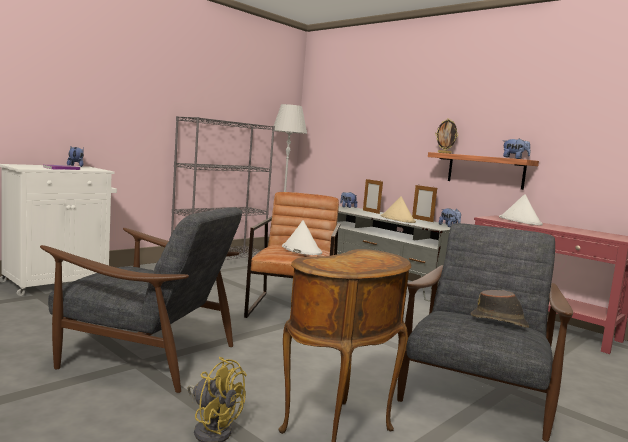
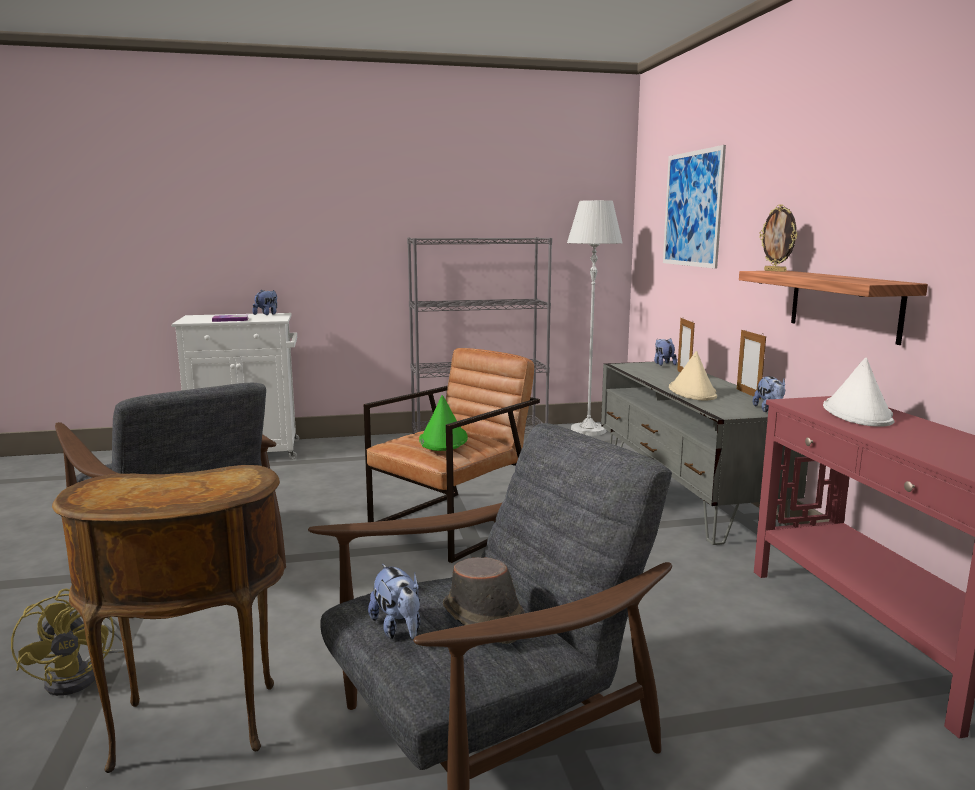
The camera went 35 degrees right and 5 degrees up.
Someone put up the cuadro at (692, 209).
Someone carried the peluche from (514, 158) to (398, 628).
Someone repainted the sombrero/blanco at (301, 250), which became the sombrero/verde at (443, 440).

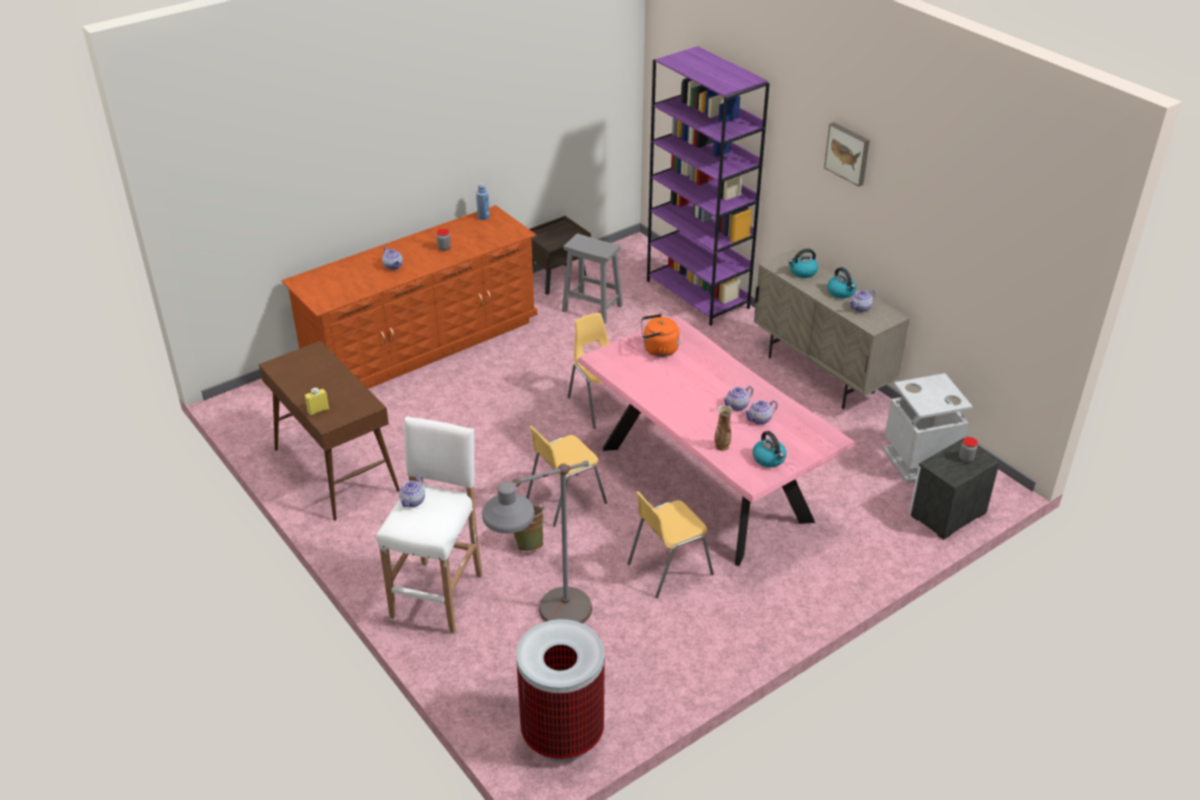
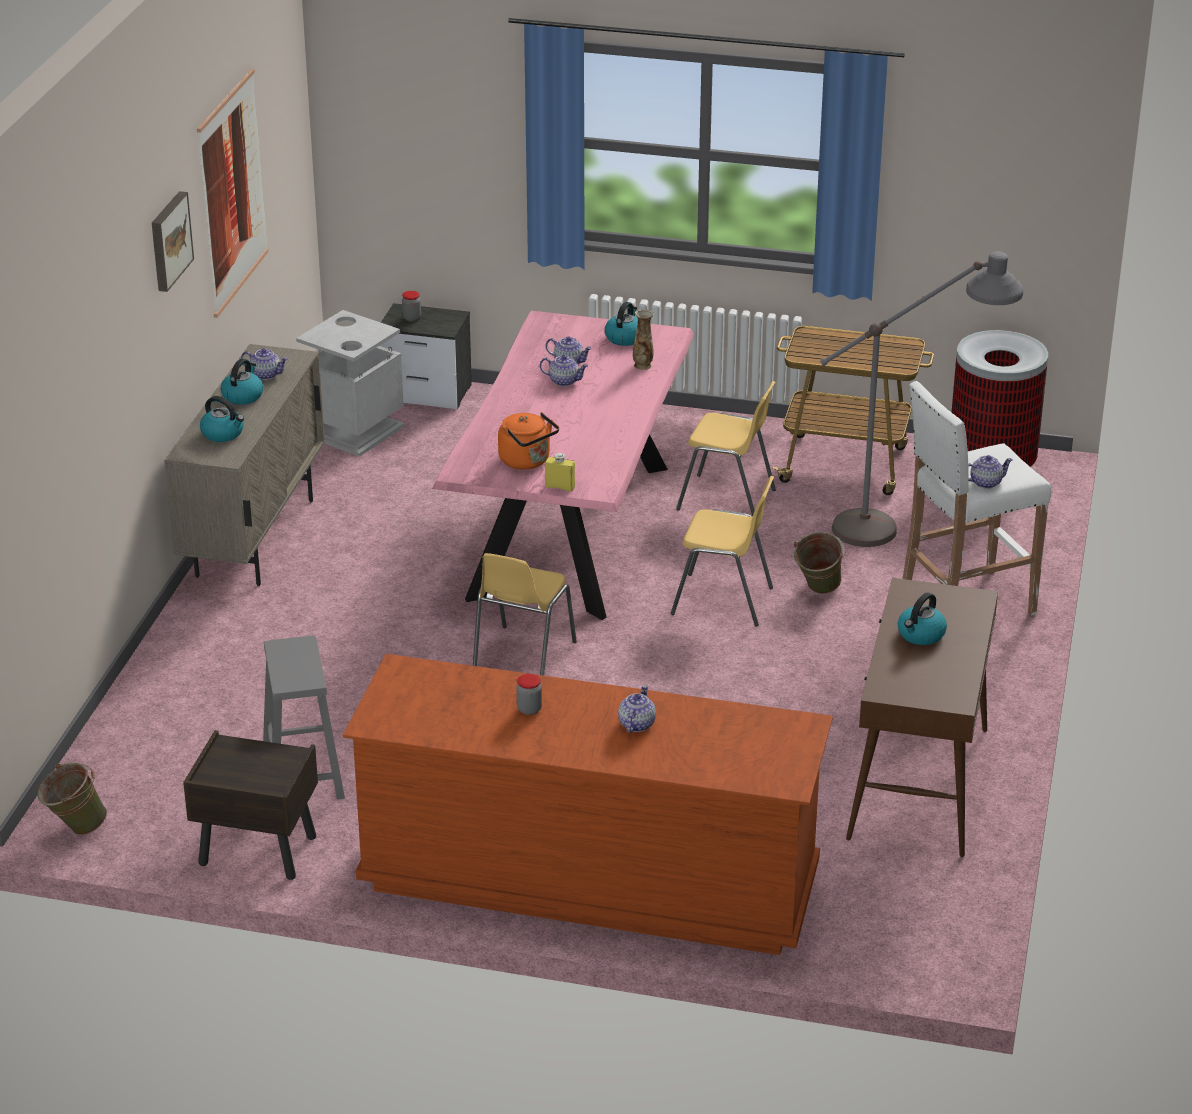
The camera went 130 degrees left and 5 degrees down.
Someone took away the botella/azul at (483, 217).
Someone took away the estantería/morado at (698, 294).
Someone put down the cubo/verde at (74, 828).
Someone put up the cuadro at (232, 192).
Someone put down the carrito at (847, 465).
Someone put down the hervidor at (921, 635).
Someone carried the botella/amarillo from (318, 410) to (560, 487).

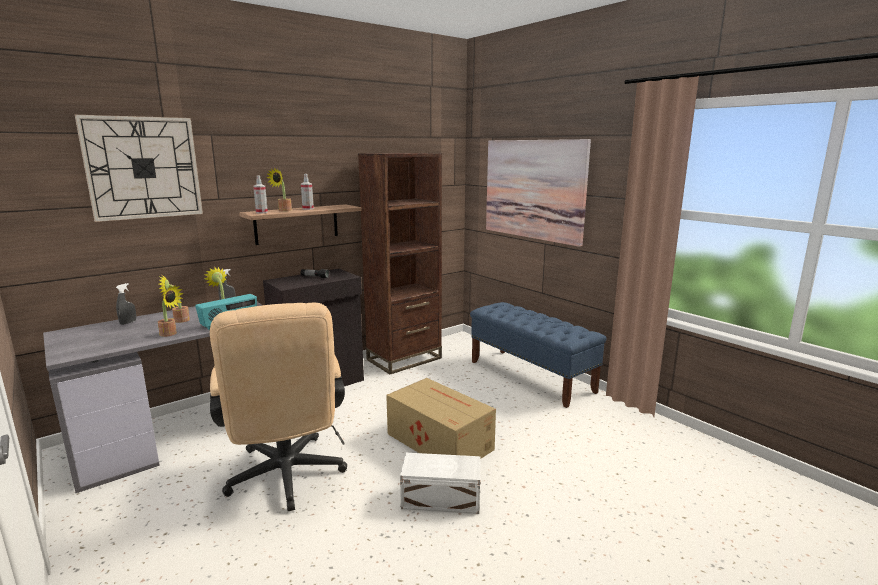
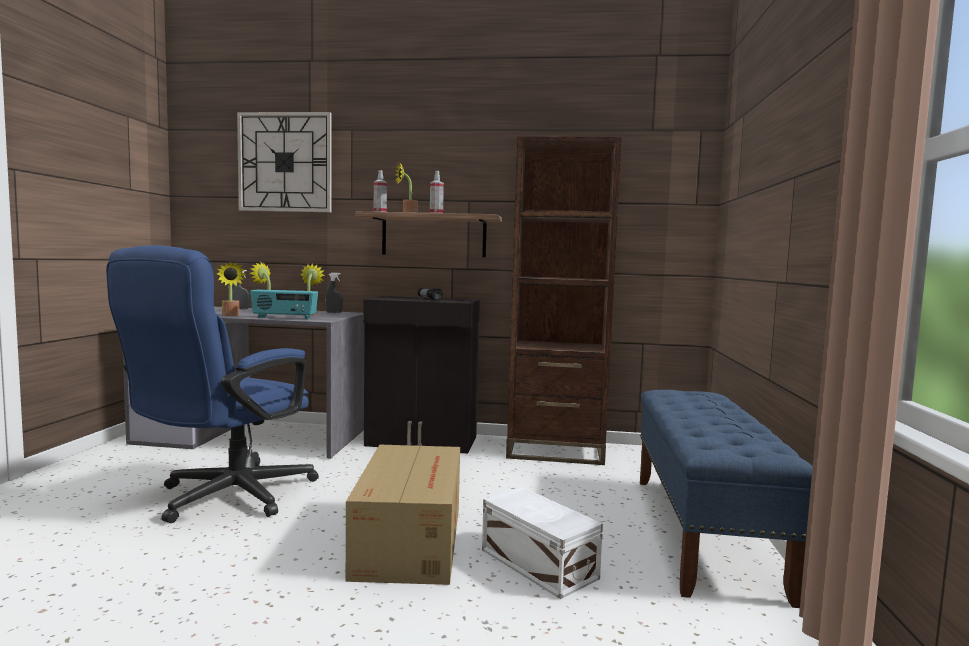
The camera went 45 degrees right and 10 degrees down.
Someone took away the cuadro at (533, 189).
Someone carried the caja de almacenaje/blanco from (442, 499) to (538, 565).
Someone repainted the silla de oficina/beis at (286, 479), which became the silla de oficina/azul at (223, 498).

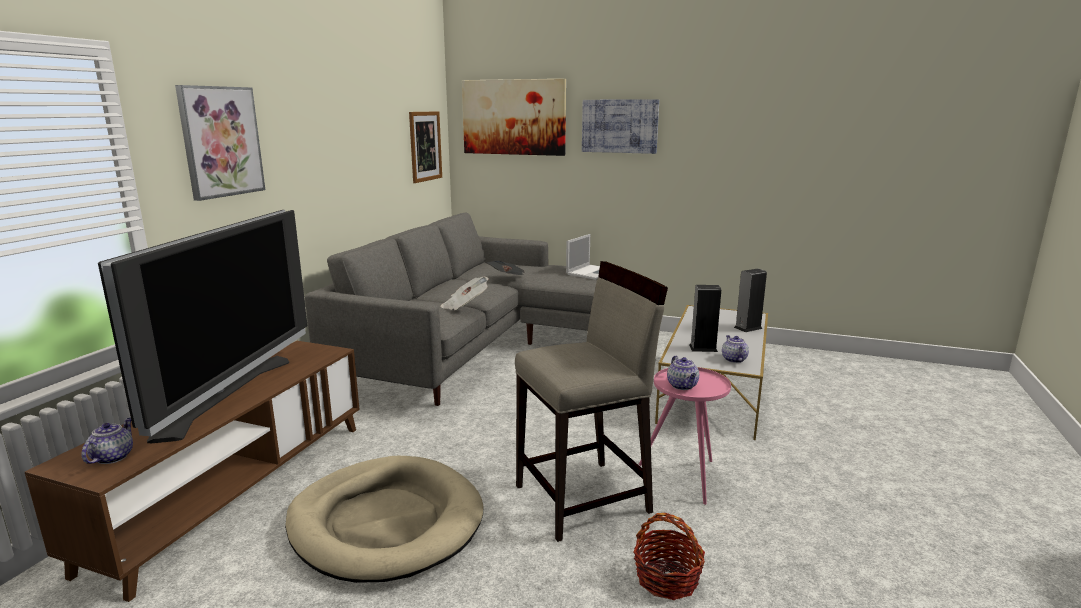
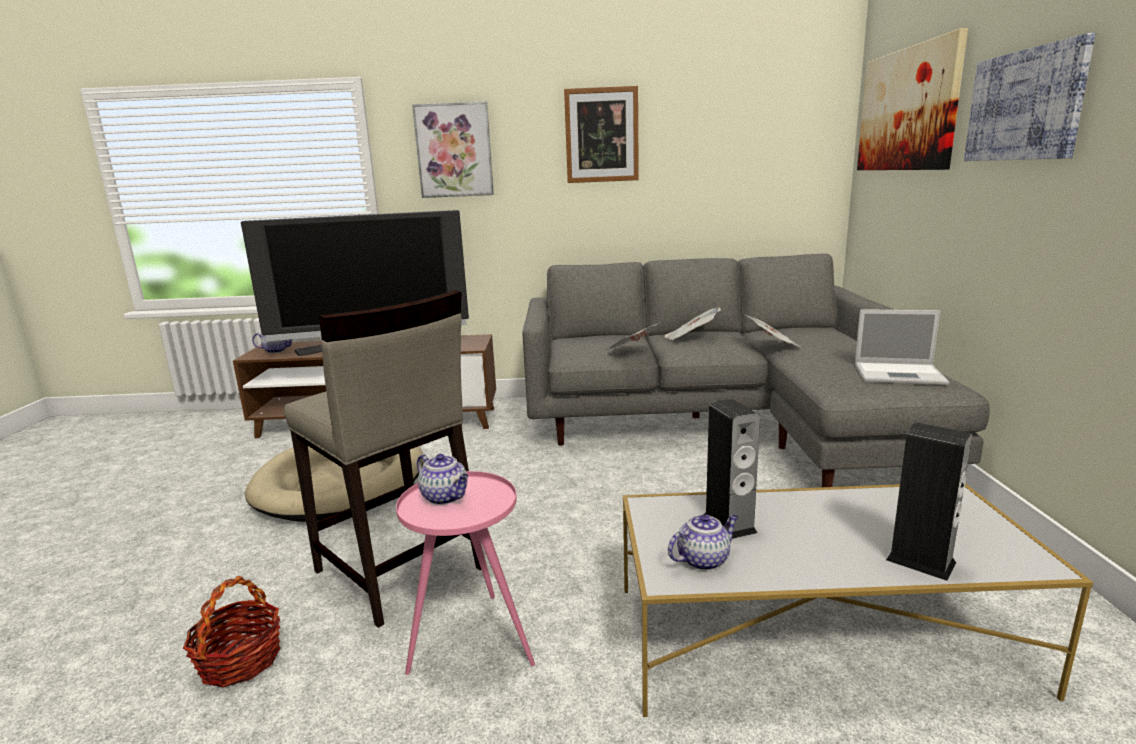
The camera went 70 degrees right and 0 degrees up.
Someone put down the periódico at (690, 338).
Someone carried the cuadro from (425, 146) to (601, 135).
Someone rotated the tetera at (683, 386) by 105 degrees counterclockwise.

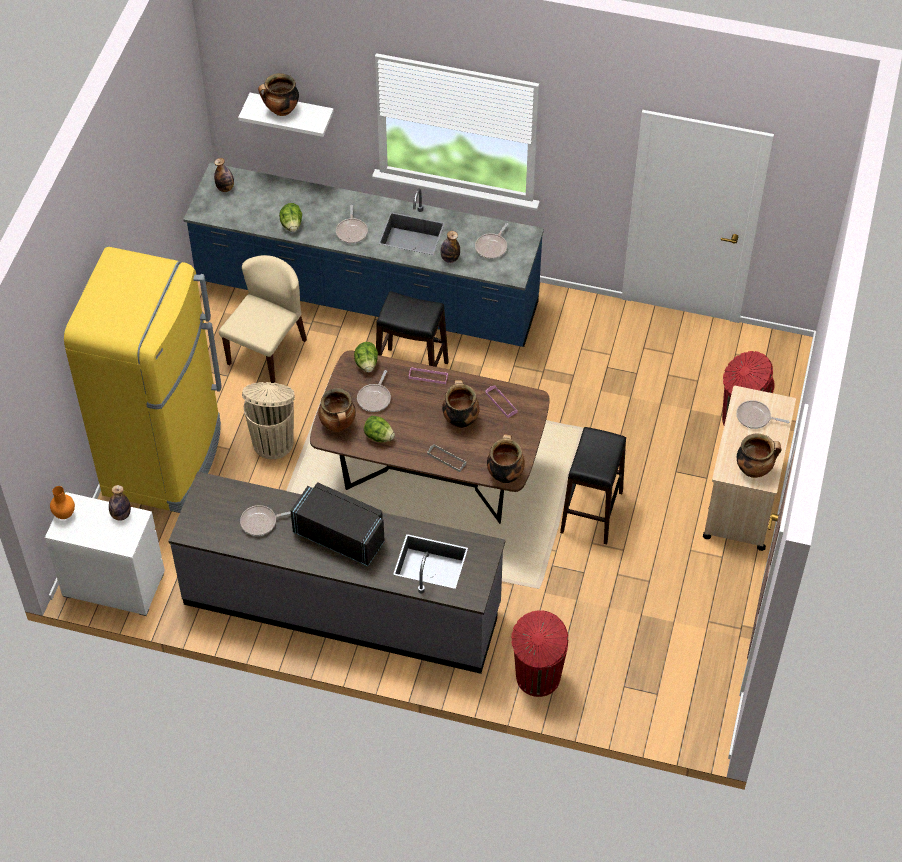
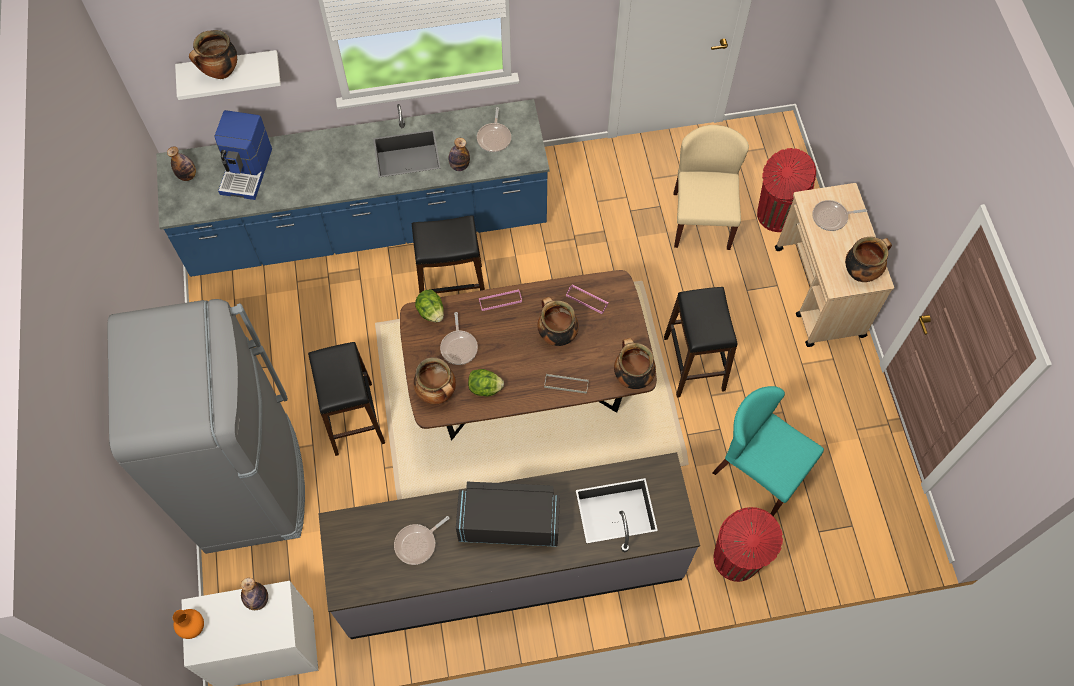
The camera went 25 degrees left and 10 degrees up.
Someone took away the lechuga at (291, 225).
Someone took away the sartén at (352, 231).
Someone put down the cafetera at (247, 170).
Someone put down the silla/turquesa at (758, 471).
Someone carried the silla/beis from (267, 351) to (701, 220).
Someone swapped the papelera/beis at (273, 441) for the taburete/negro at (353, 418).
Someone repainted the nevera/amarillo at (164, 459), which became the nevera/gris at (251, 484).

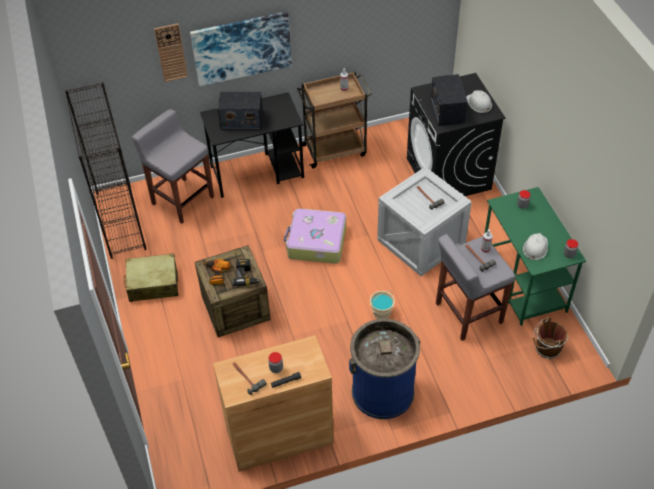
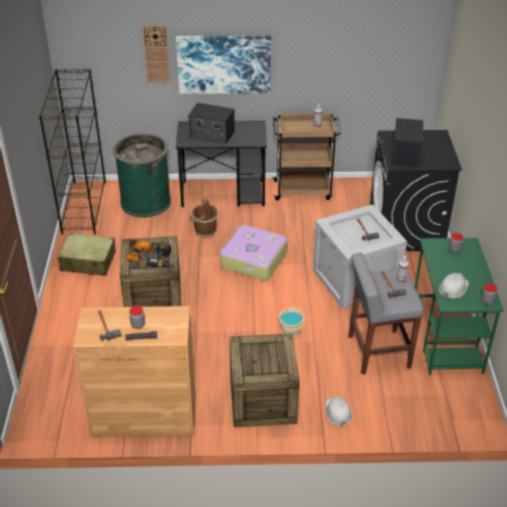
The camera went 15 degrees right and 10 degrees down.
Someone carried the casco/blanco from (479, 103) to (337, 412).
Someone carried the cubo/marrón from (546, 349) to (204, 231).
Someone swapped the taburete/gris at (182, 200) for the papelera/verde at (145, 202).
Someone swapped the papelera/azul at (383, 391) for the caja de embalaje at (263, 400).

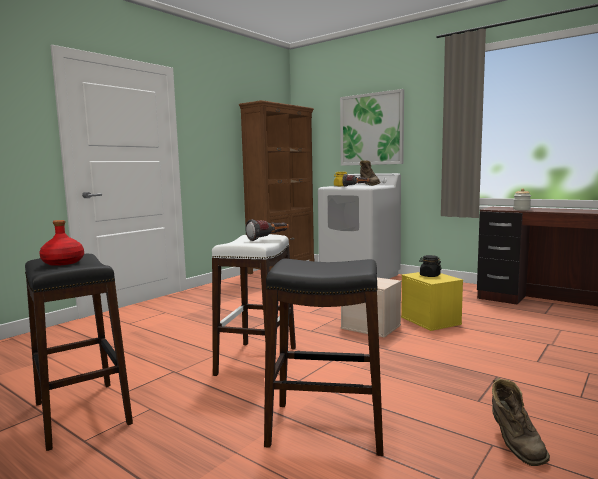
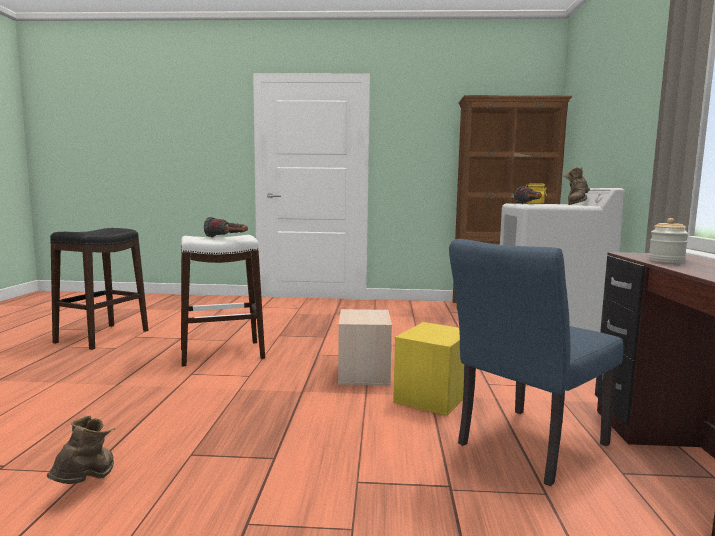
The camera went 55 degrees right and 0 degrees up.
Someone took away the botella/rojo at (63, 262).
Someone took away the taburete/negro at (326, 428).
Someone took away the cuadro at (371, 129).
Someone took away the tarro/negro at (429, 275).
Someone put down the silla/azul at (525, 447).
Someone rotated the bota/marrón at (514, 445) by 135 degrees clockwise.

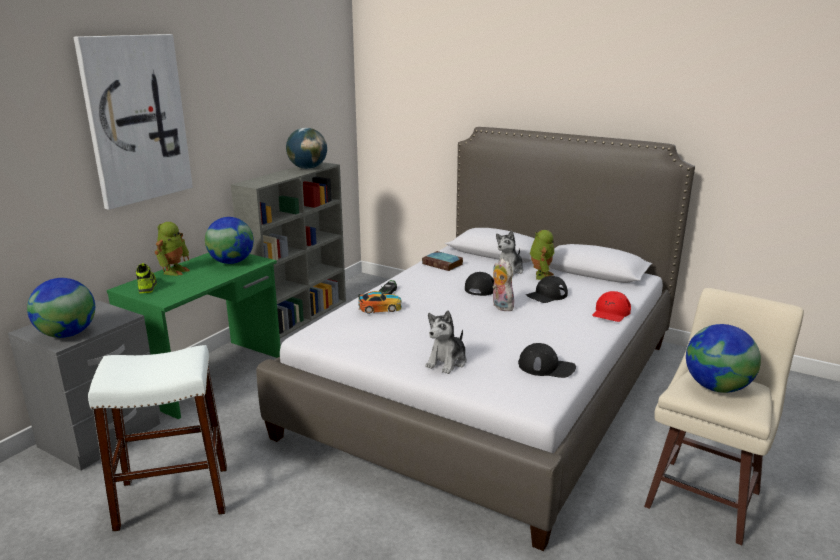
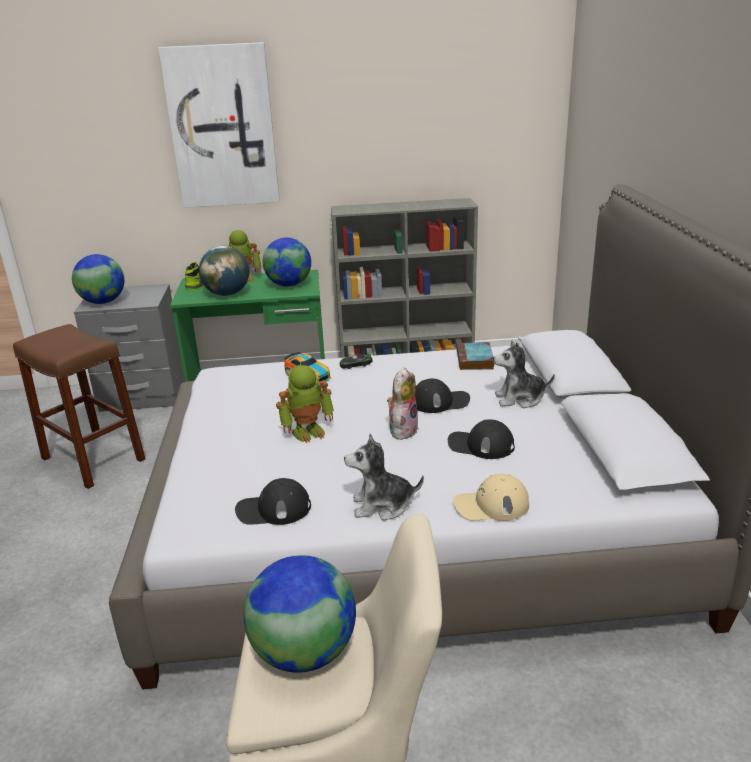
The camera went 55 degrees right and 5 degrees up.
Someone carried the globo terráqueo from (307, 168) to (227, 294).
Someone carried the peluche from (447, 362) to (382, 505).
Someone carried the robot de juguete from (541, 276) to (308, 431).
Someone repainted the taburete/blanco at (173, 497), which became the taburete/marrón at (93, 459).
Someone repainted the gorra/rojo at (611, 313), which became the gorra/beis at (491, 505).
Someone rotated the gorra/negro at (546, 367) by 105 degrees clockwise.

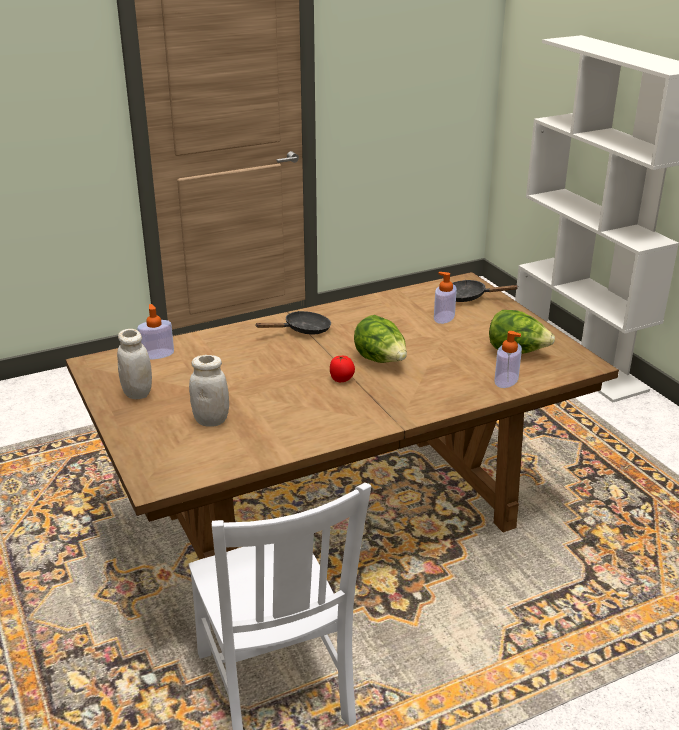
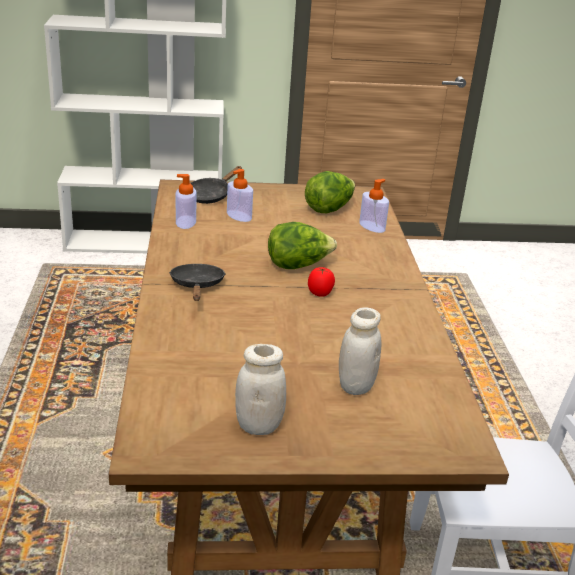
The camera went 70 degrees left and 0 degrees up.
Someone carried the dispensador de jabón from (157, 354) to (186, 222).

